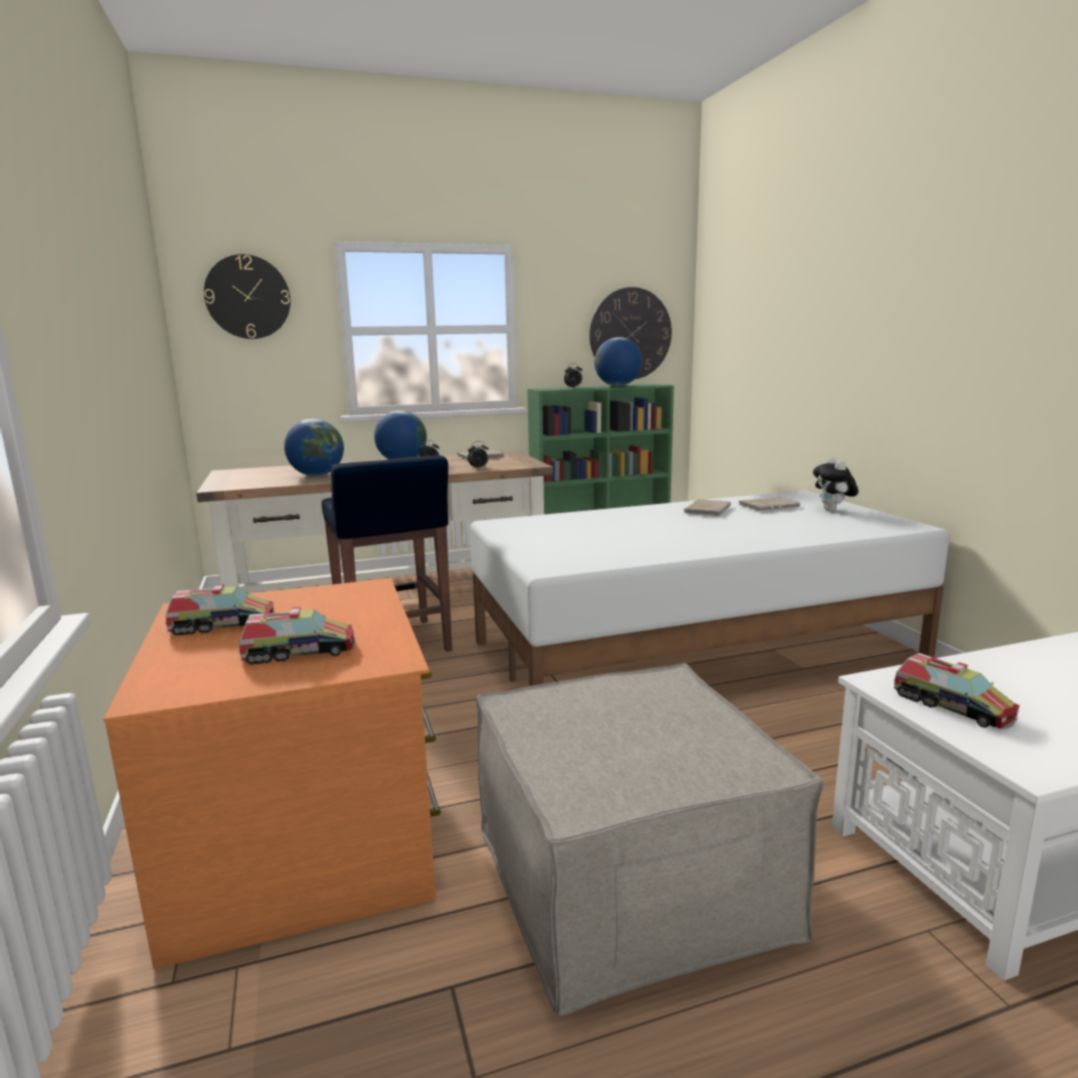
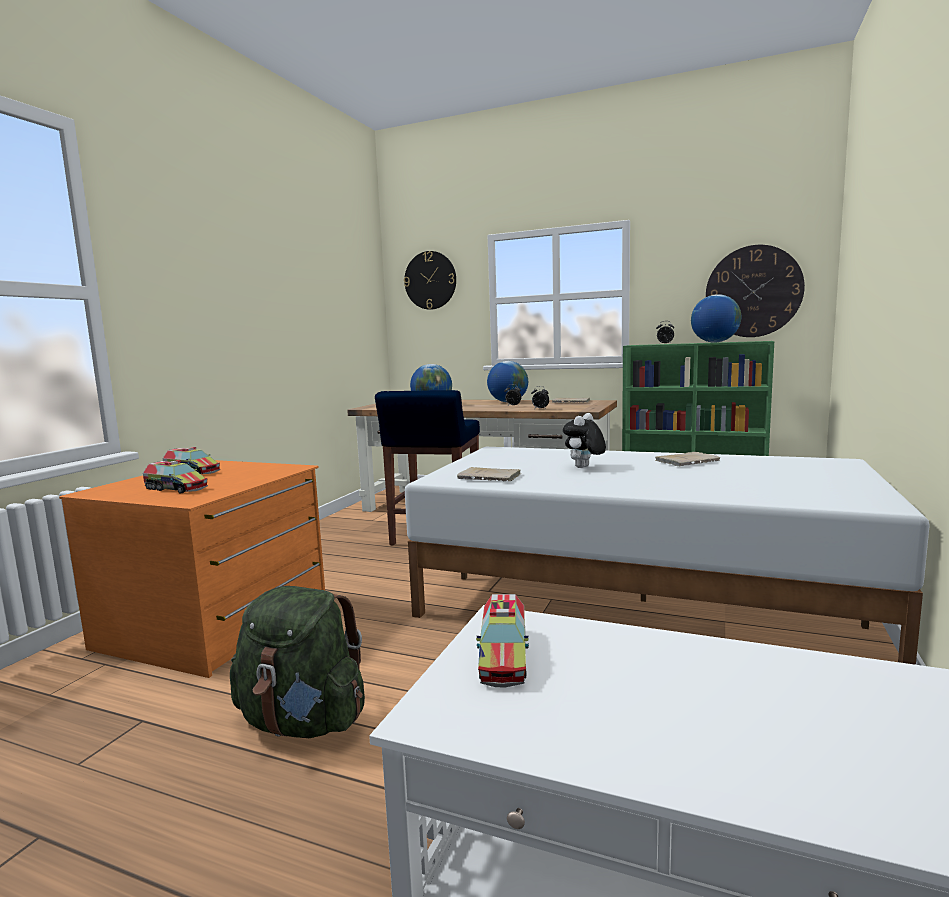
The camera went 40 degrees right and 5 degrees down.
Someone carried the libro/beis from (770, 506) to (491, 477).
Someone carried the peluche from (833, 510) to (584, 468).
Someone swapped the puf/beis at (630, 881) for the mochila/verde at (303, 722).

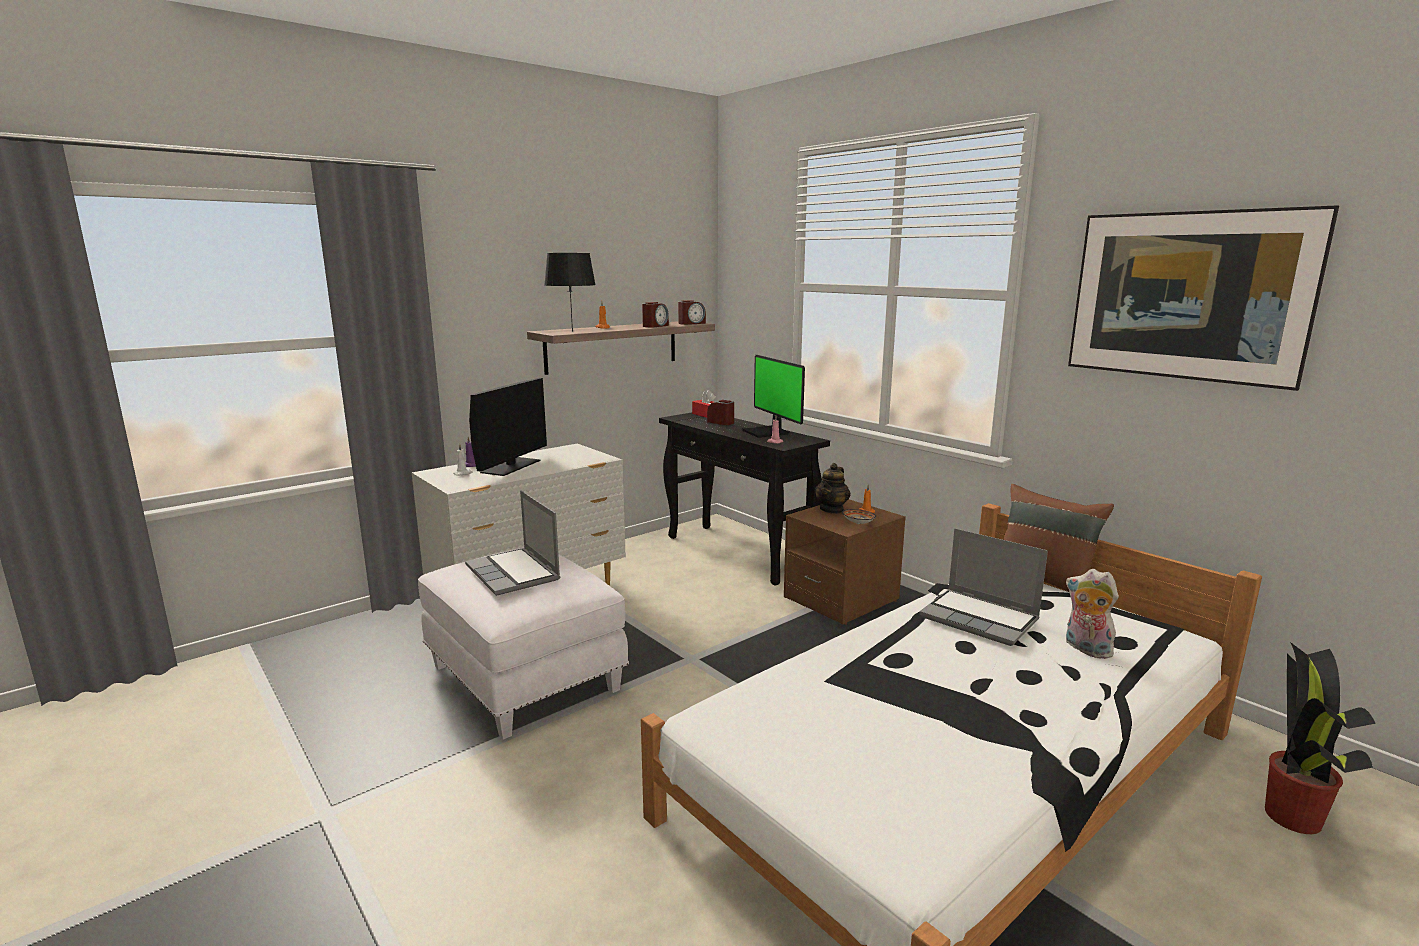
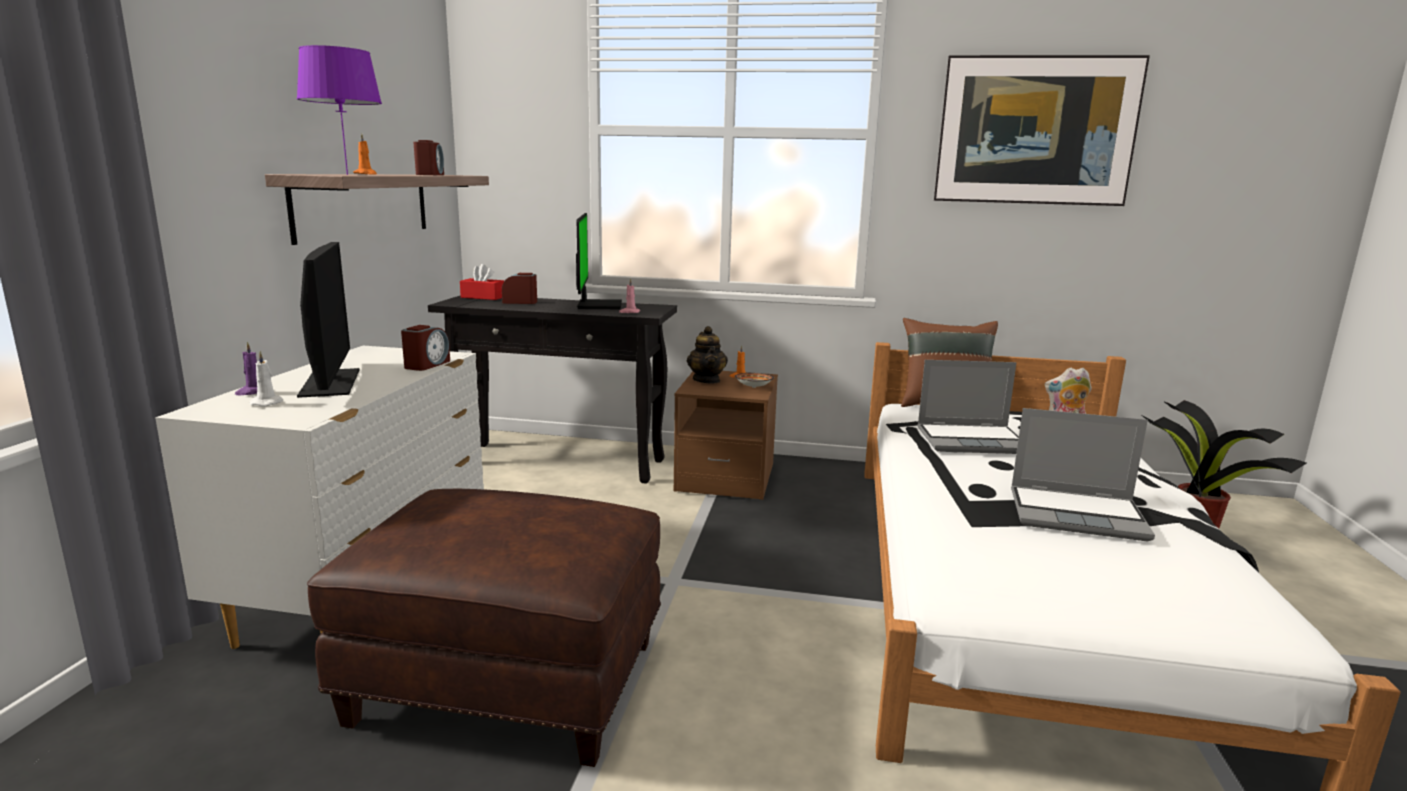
The camera went 40 degrees left and 0 degrees up.
Someone carried the portátil from (514, 573) to (1078, 515).
Someone carried the despertador from (691, 323) to (427, 365).
Someone repainted the puf/blanco at (527, 678), which became the puf/marrón at (511, 680).
Someone repainted the lámpara de mesa/negro at (571, 331), which became the lámpara de mesa/morado at (346, 174).
Someone rotated the monitor at (767, 432) by 120 degrees counterclockwise.

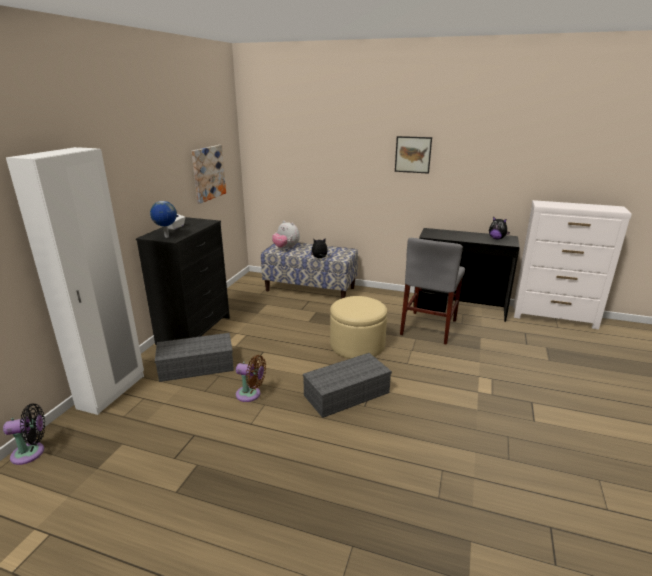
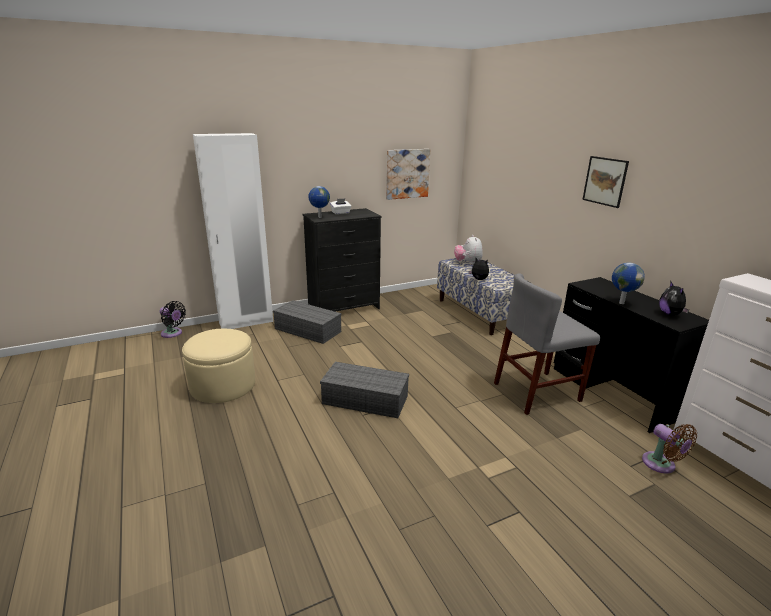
The camera went 45 degrees right and 0 degrees up.
Someone put down the globo terráqueo at (621, 303).
Someone carried the ventilador/marrón from (250, 394) to (661, 465).
Someone carried the puf/beis from (357, 345) to (223, 385).

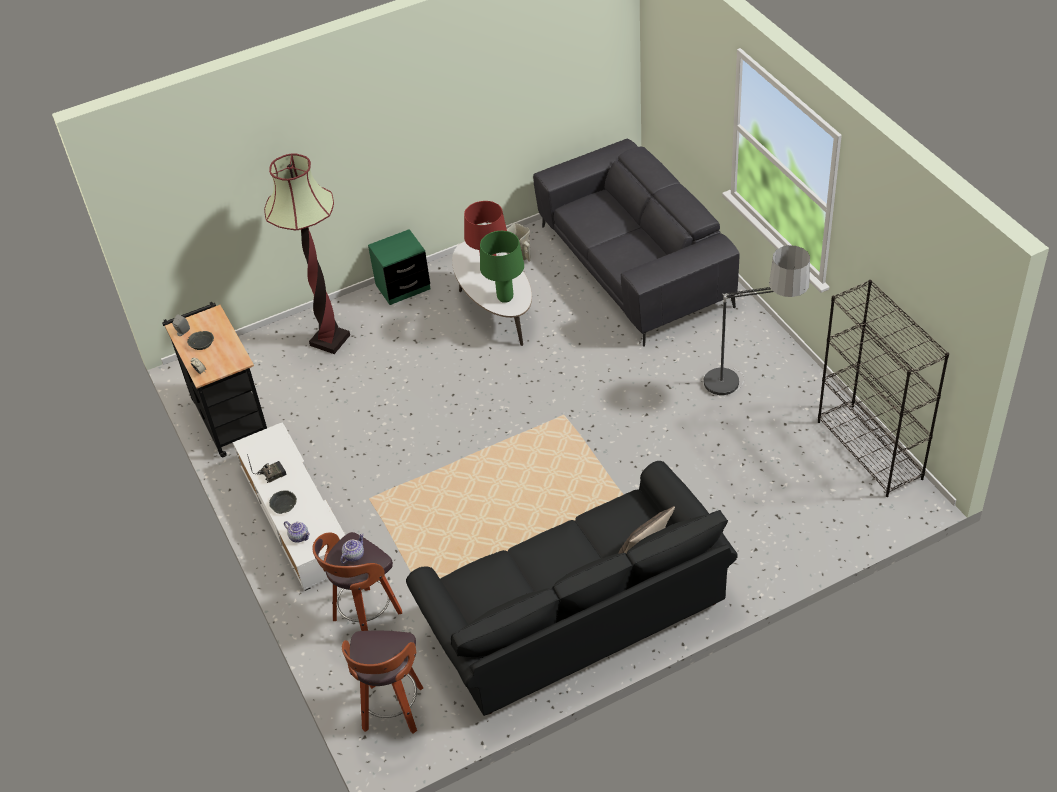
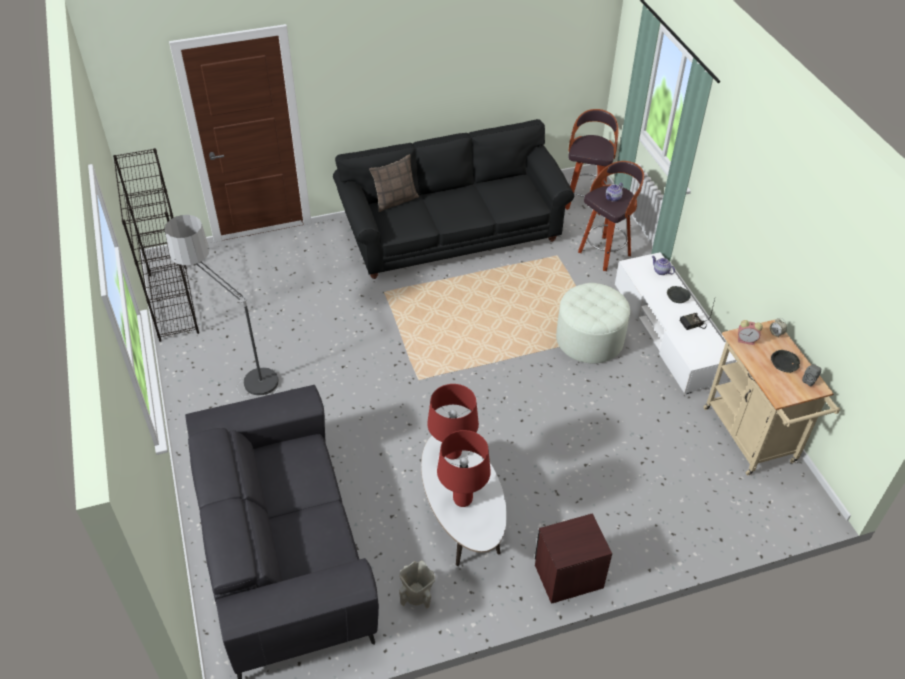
The camera went 175 degrees left and 0 degrees up.
Someone took away the lámpara de pie at (330, 340).
Someone put down the puf/blanco at (589, 340).
Someone put down the despertador at (747, 340).
Someone repainted the carrito/negro at (229, 416), which became the carrito/beis at (753, 440).
Someone repainted the mesita de noche/verde at (403, 287), which became the mesita de noche/marrón at (568, 576).
Someone repainted the lámpara de mesa/verde at (505, 298), which became the lámpara de mesa/rojo at (452, 453).

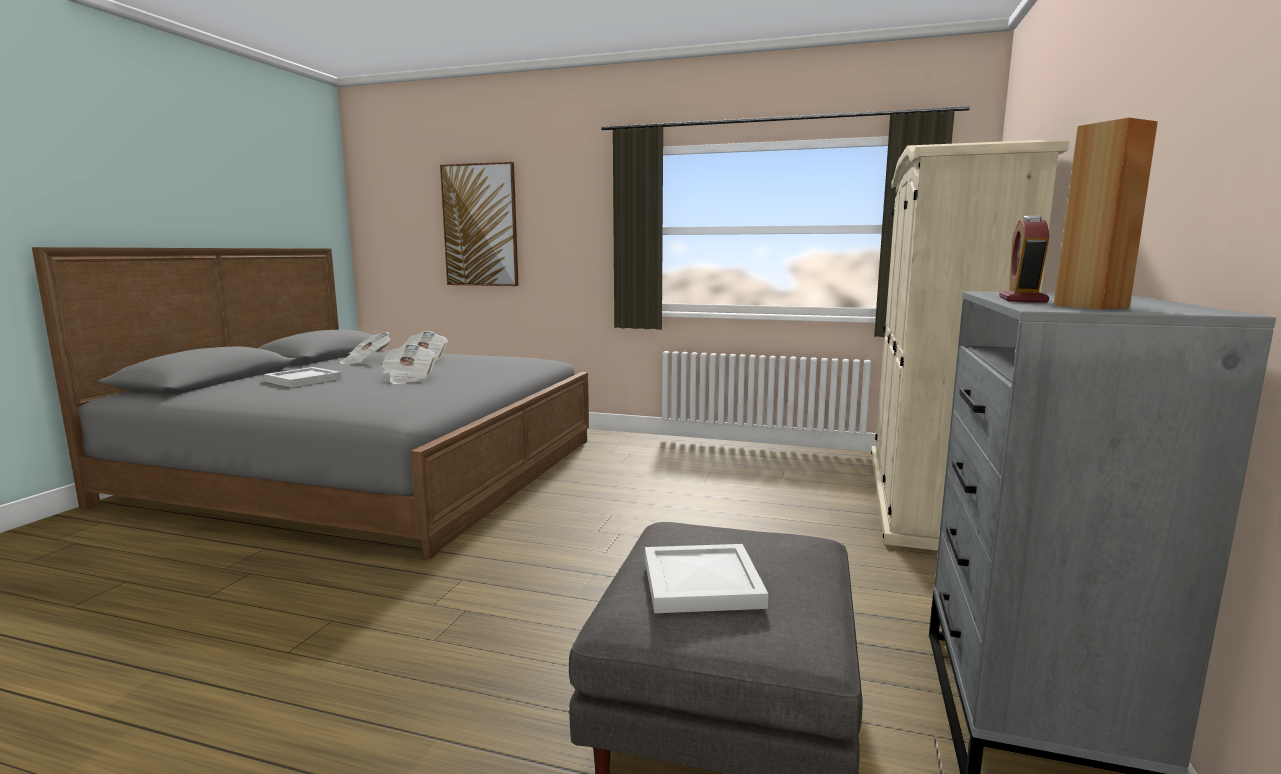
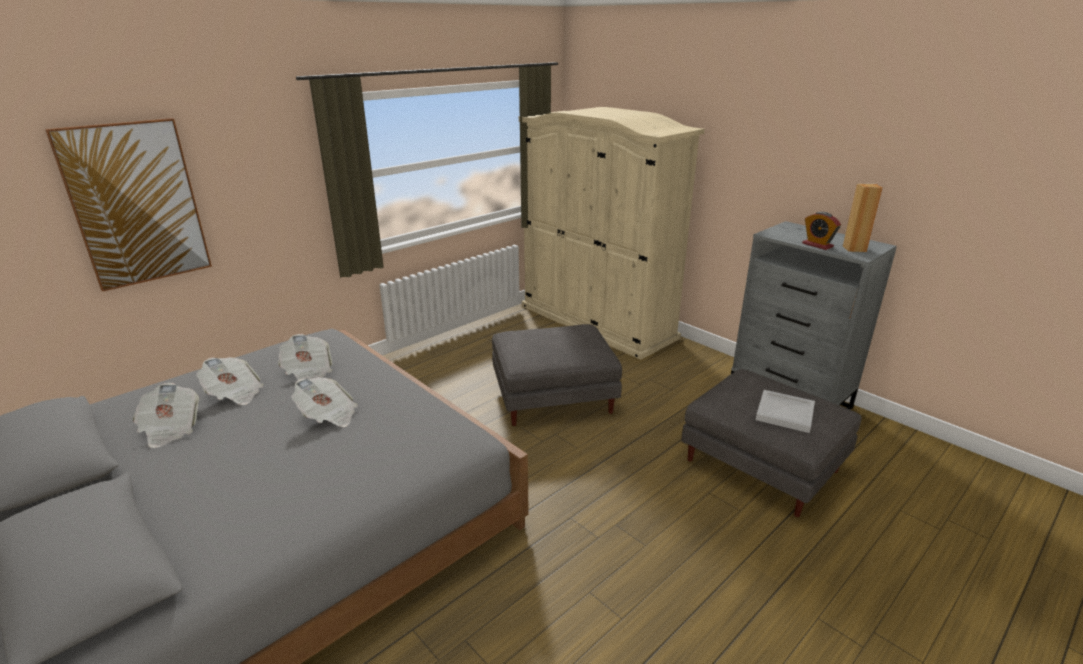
The camera went 60 degrees left and 15 degrees up.
Someone took away the bandeja/blanco at (304, 380).
Someone put down the periódico at (308, 371).
Someone put down the puf/gris at (552, 398).

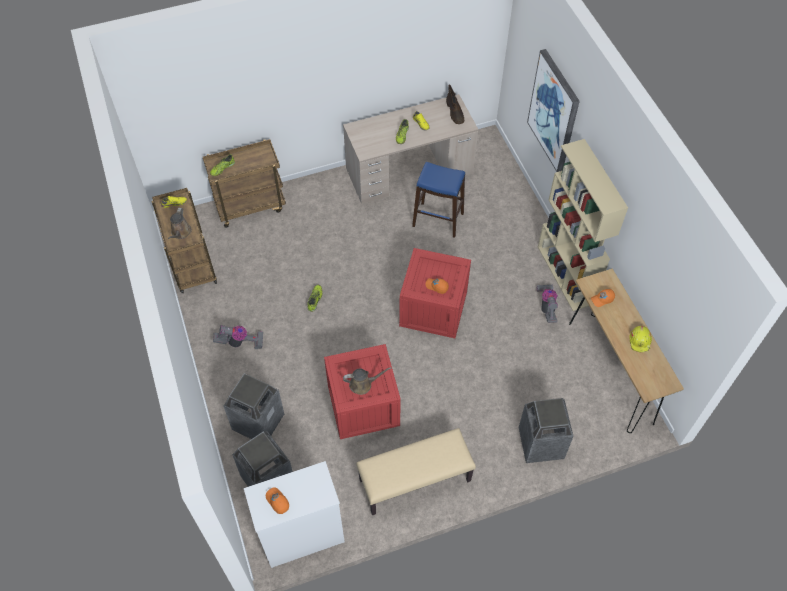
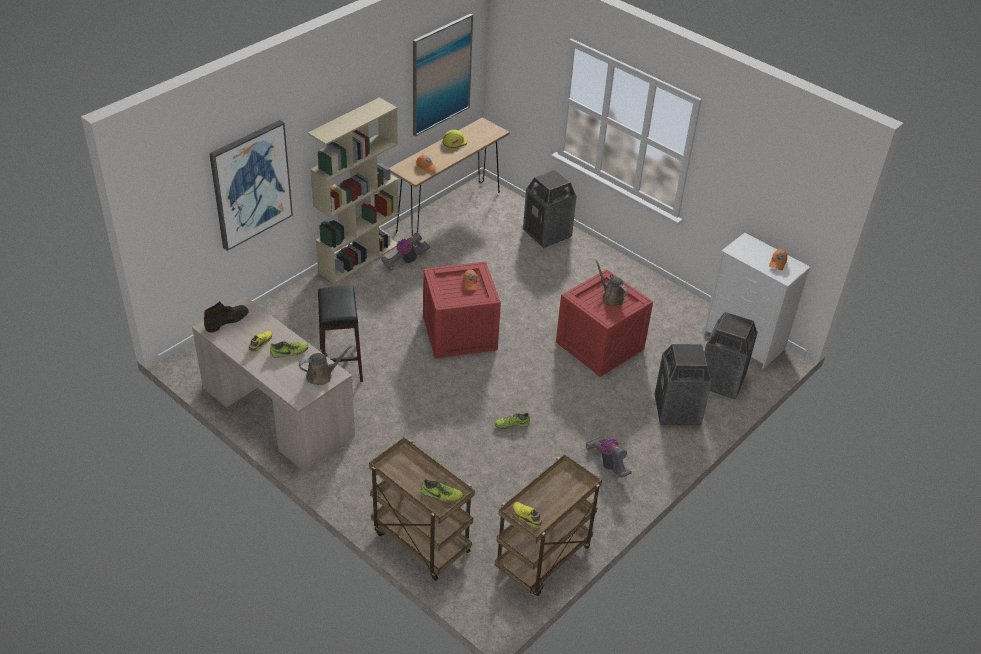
The camera went 120 degrees left and 15 degrees down.
Someone took away the banco/beis at (415, 481).
Someone put up the cuadro at (441, 74).
Someone carried the regadera/marrón from (180, 233) to (322, 375).
Someone repainted the taburete/azul at (437, 220), which became the taburete/negro at (341, 364).

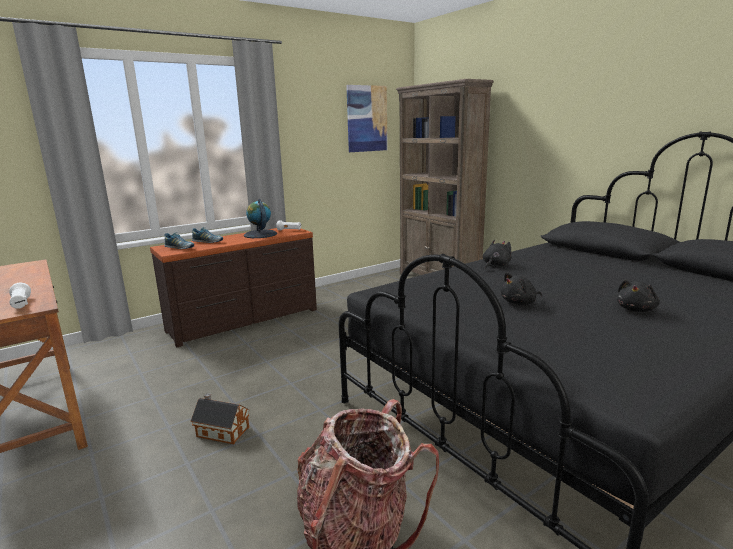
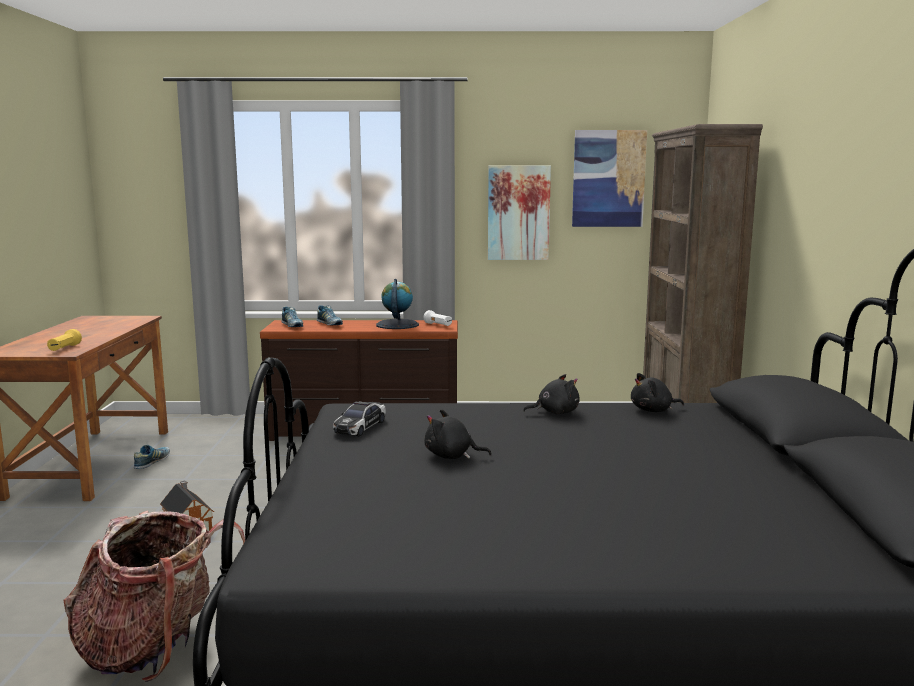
The camera went 35 degrees right and 5 degrees down.
Someone put down the zapato at (152, 462).
Someone put down the coche de juguete at (360, 427).
Someone put up the cuadro at (518, 213).
Someone carried the peluche/negro from (636, 309) to (653, 410).
Someone repainted the linterna/blanco at (21, 304), which became the linterna/amarillo at (64, 348).

